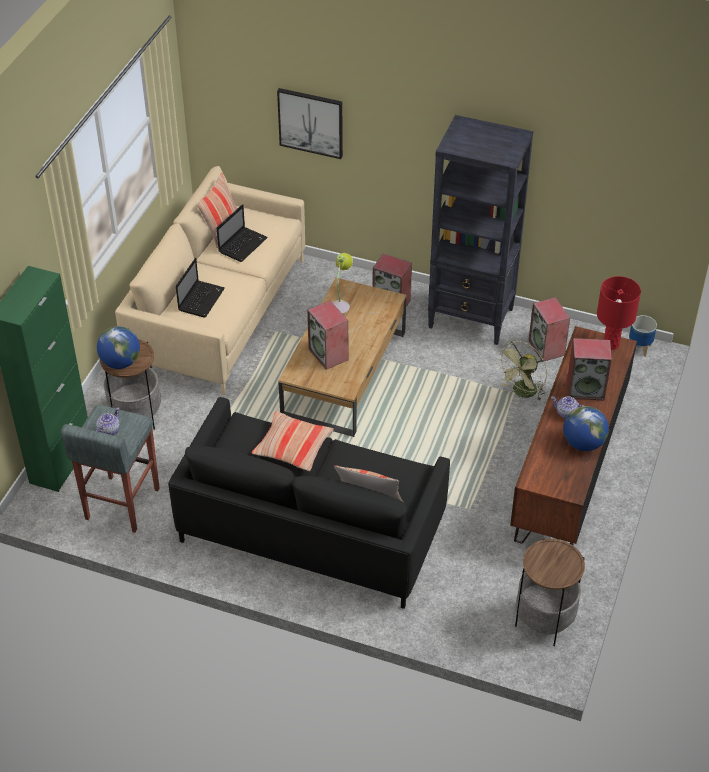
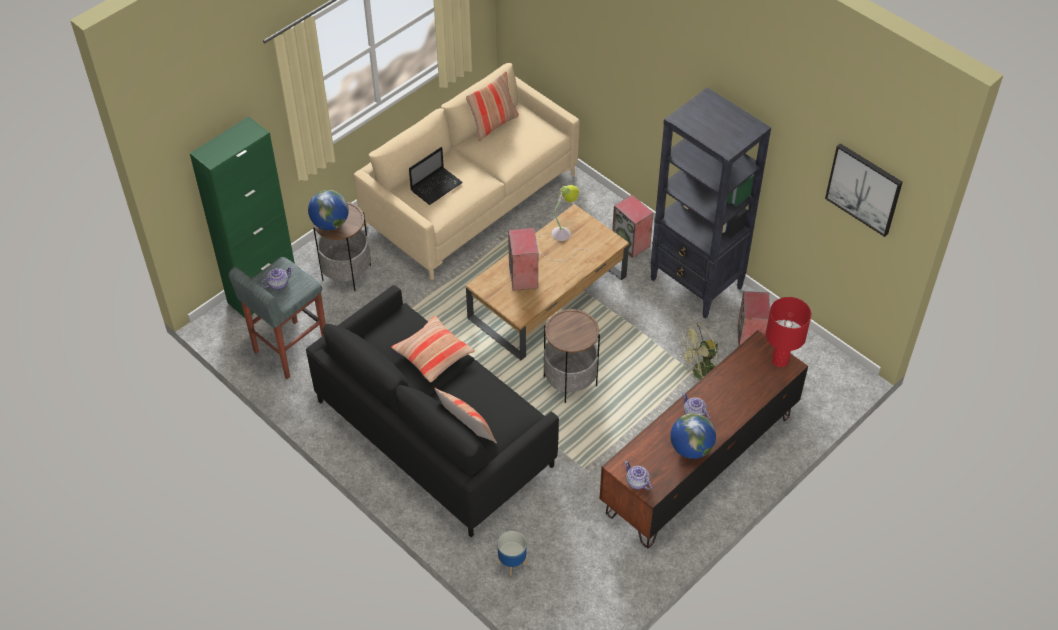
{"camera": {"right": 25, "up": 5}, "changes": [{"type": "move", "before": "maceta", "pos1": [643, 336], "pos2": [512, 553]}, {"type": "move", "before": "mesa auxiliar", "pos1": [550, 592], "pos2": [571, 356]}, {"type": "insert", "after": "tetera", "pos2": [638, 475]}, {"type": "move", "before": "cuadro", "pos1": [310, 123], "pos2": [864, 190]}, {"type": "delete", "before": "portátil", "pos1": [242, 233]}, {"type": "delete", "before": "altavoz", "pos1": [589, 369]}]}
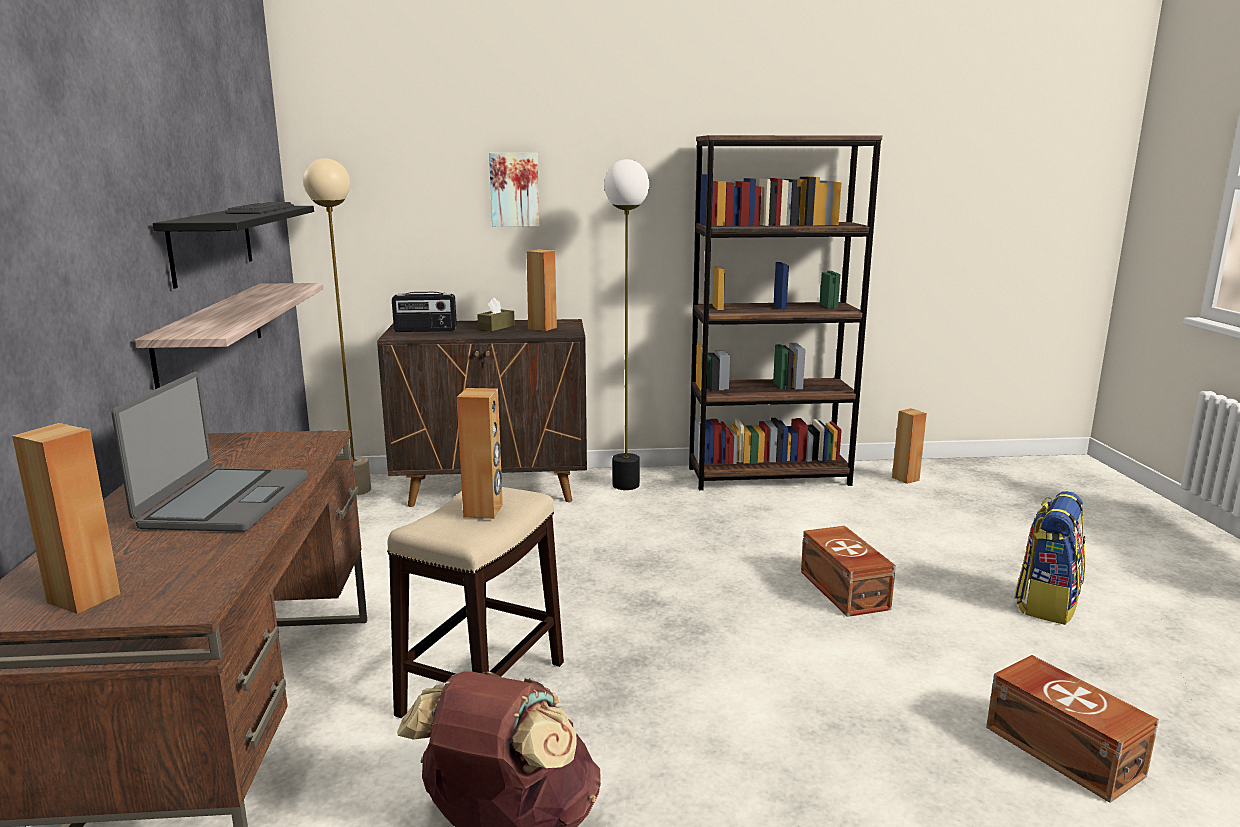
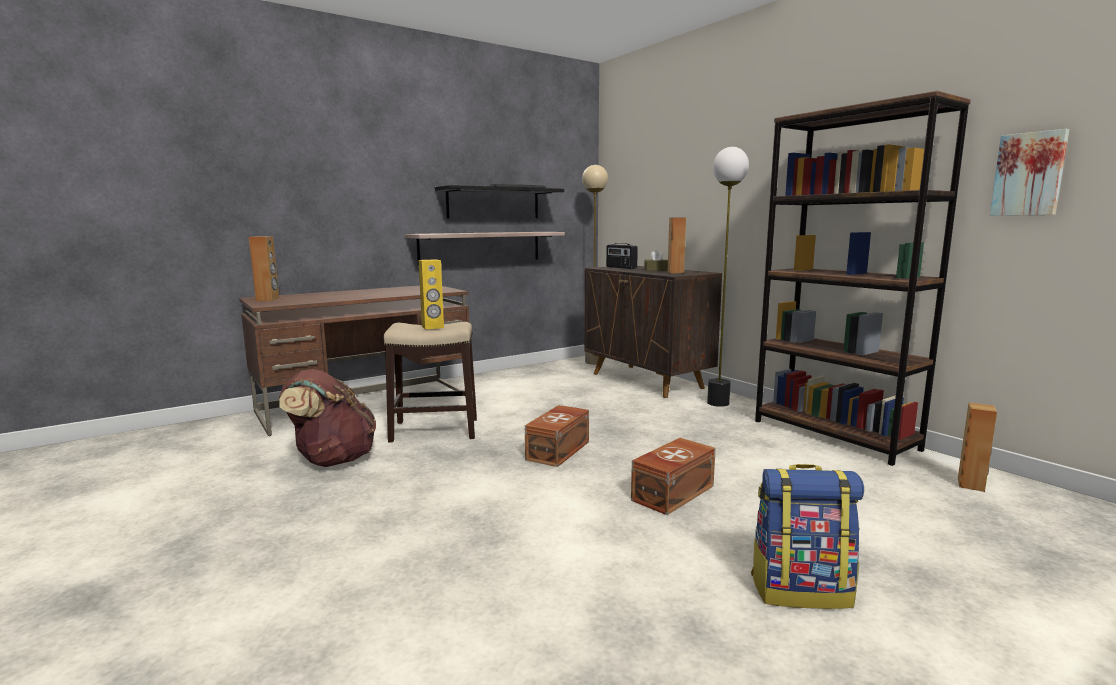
{"camera": {"right": 60, "up": -5}, "changes": [{"type": "recolor", "before": "altavoz [marrón]", "after": "altavoz [amarillo]", "pos1": [480, 453], "pos2": [431, 294]}, {"type": "move", "before": "caja de almacenaje [marrón]", "pos1": [1072, 729], "pos2": [557, 436]}, {"type": "move", "before": "cuadro", "pos1": [514, 190], "pos2": [1029, 172]}, {"type": "delete", "before": "portátil", "pos1": [209, 452]}]}
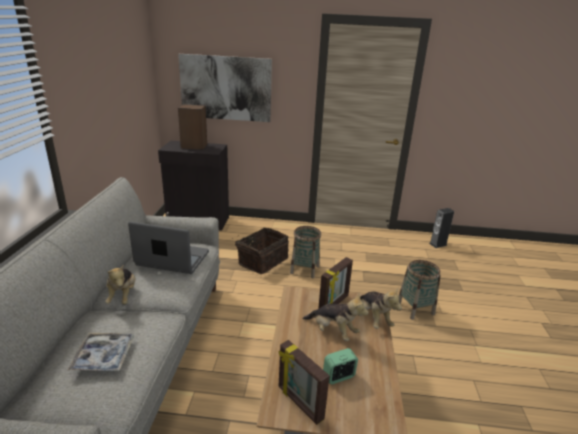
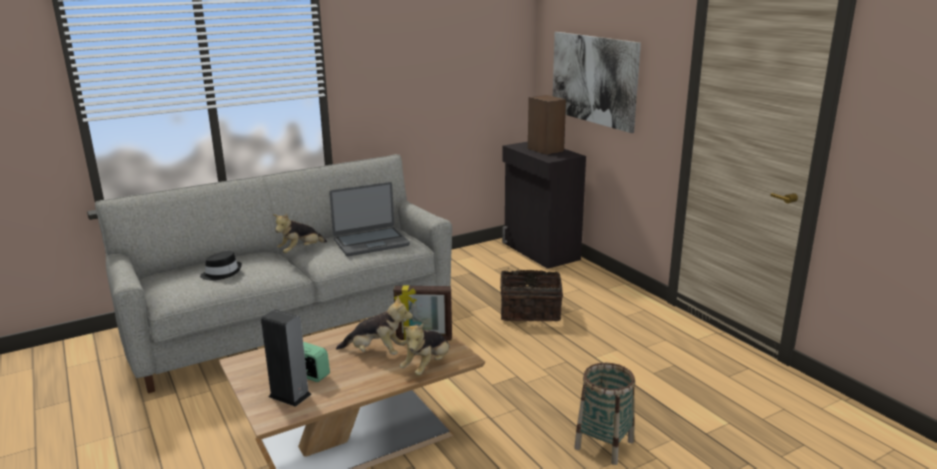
{"camera": {"right": 55, "up": -5}, "changes": [{"type": "replace", "before": "bandeja", "after": "sombrero [negro]", "pos1": [100, 352], "pos2": [221, 266]}, {"type": "move", "before": "altavoz", "pos1": [441, 228], "pos2": [286, 358]}, {"type": "rotate", "before": "portátil", "pos1": [168, 248], "pos2": [369, 219], "turn": 90}, {"type": "rotate", "before": "peluche", "pos1": [335, 317], "pos2": [374, 325], "turn": -75}, {"type": "delete", "before": "portarretratos", "pos1": [304, 382]}, {"type": "delete", "before": "cesta", "pos1": [305, 252]}]}
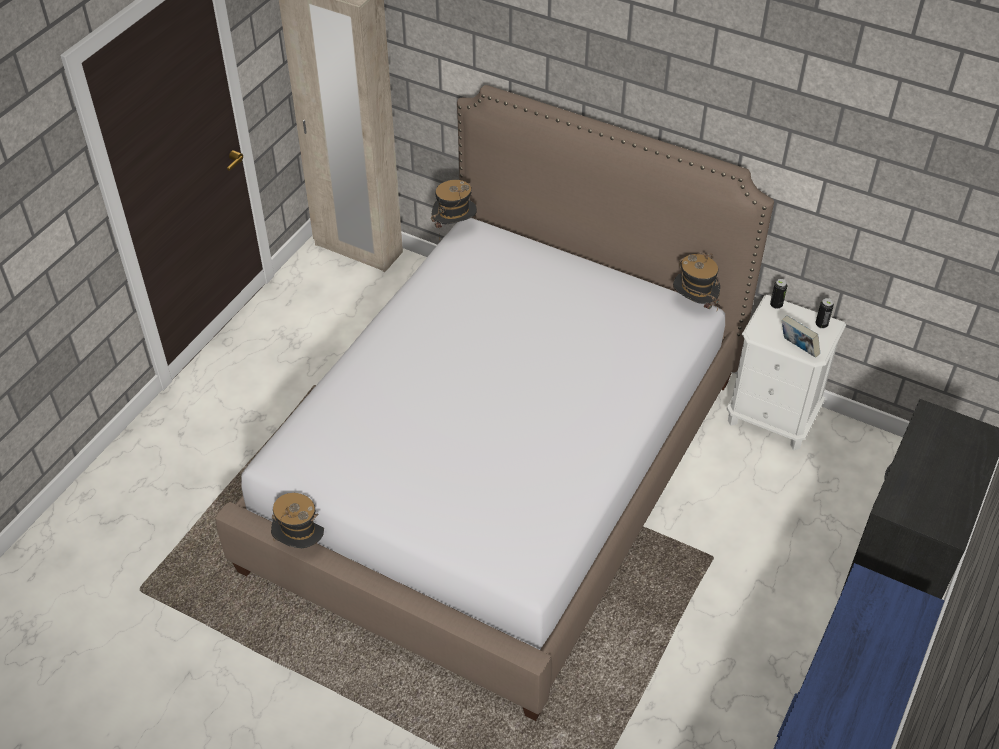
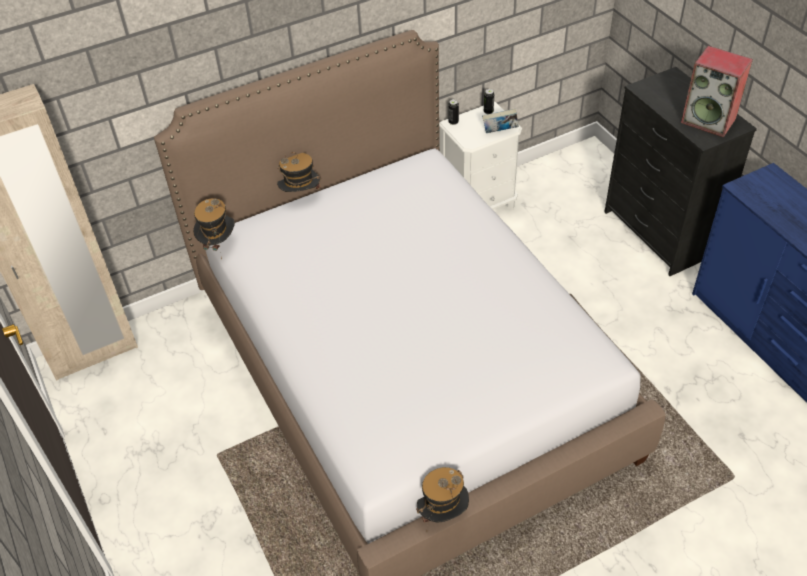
{"camera": {"right": -55, "up": 0}, "changes": [{"type": "move", "before": "sombrero", "pos1": [696, 281], "pos2": [299, 172]}, {"type": "insert", "after": "altavoz", "pos2": [717, 91]}]}
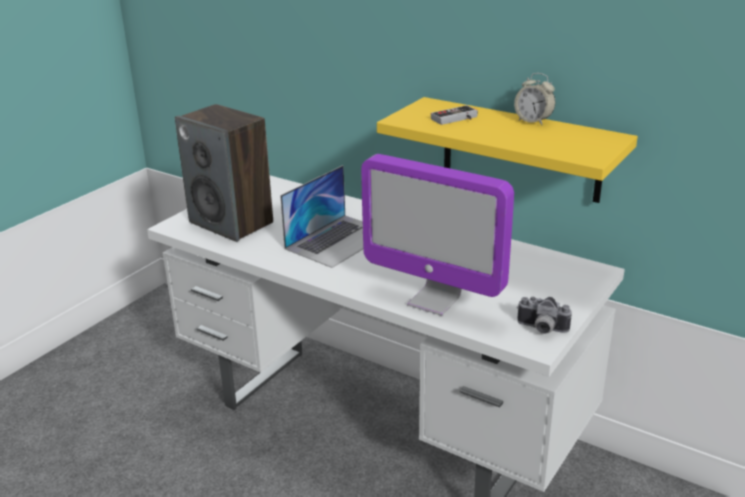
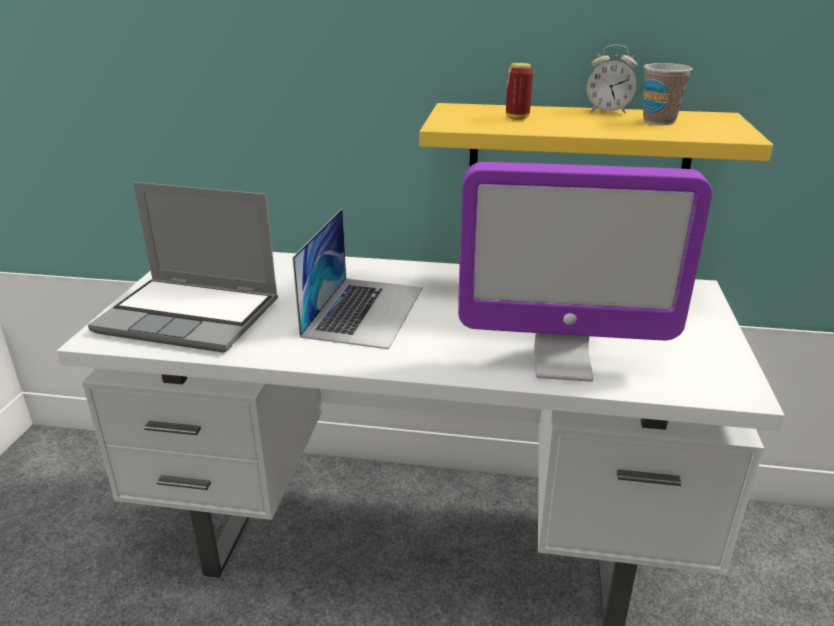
{"camera": {"right": -25, "up": 0}, "changes": [{"type": "replace", "before": "altavoz", "after": "portátil", "pos1": [224, 173], "pos2": [183, 267]}, {"type": "replace", "before": "mando de consola", "after": "lata", "pos1": [454, 115], "pos2": [519, 91]}, {"type": "insert", "after": "taza", "pos2": [667, 94]}, {"type": "delete", "before": "cámara", "pos1": [544, 315]}]}
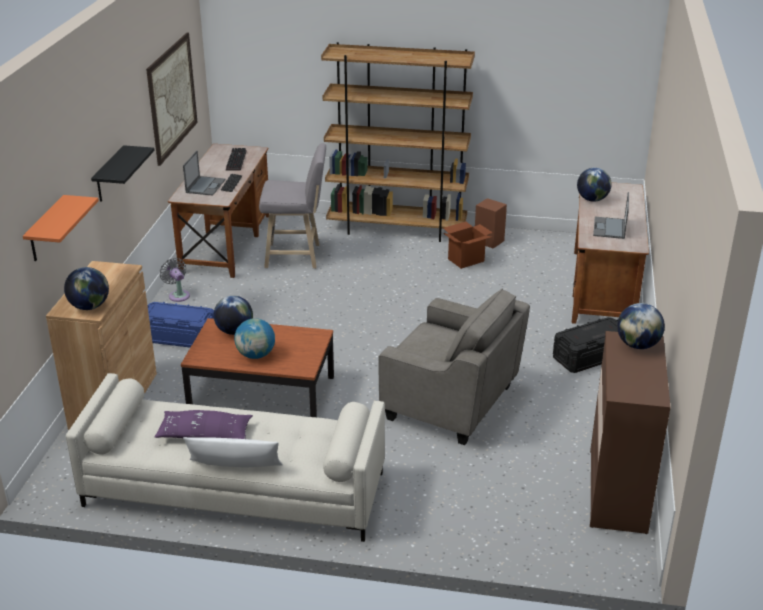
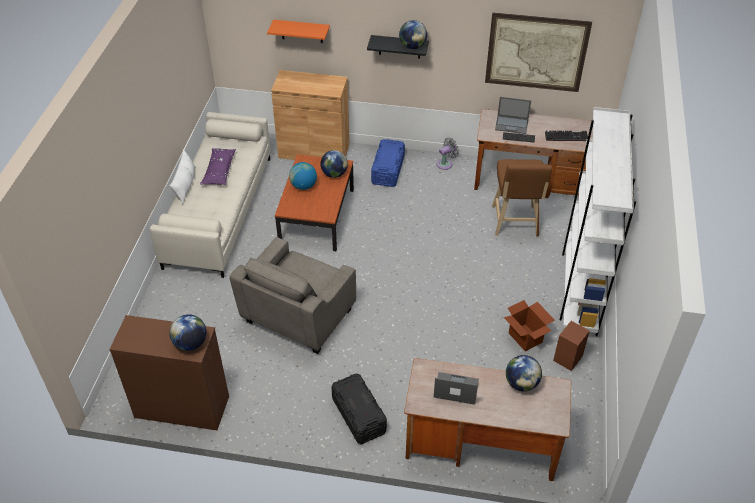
{"camera": {"right": 90, "up": 15}, "changes": [{"type": "move", "before": "globo terráqueo", "pos1": [86, 288], "pos2": [413, 34]}, {"type": "recolor", "before": "taburete [gris]", "after": "taburete [marrón]", "pos1": [292, 206], "pos2": [522, 197]}, {"type": "recolor", "before": "estantería [marrón]", "after": "estantería [blanco]", "pos1": [398, 142], "pos2": [598, 222]}]}
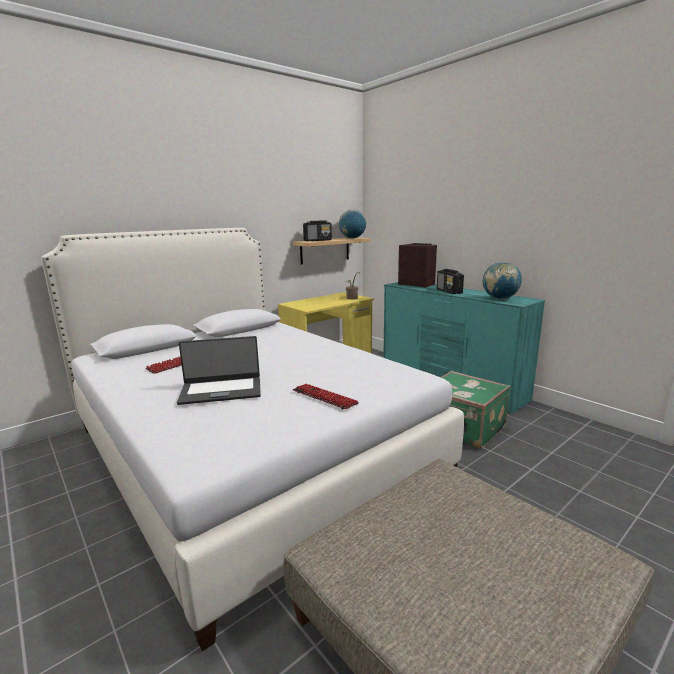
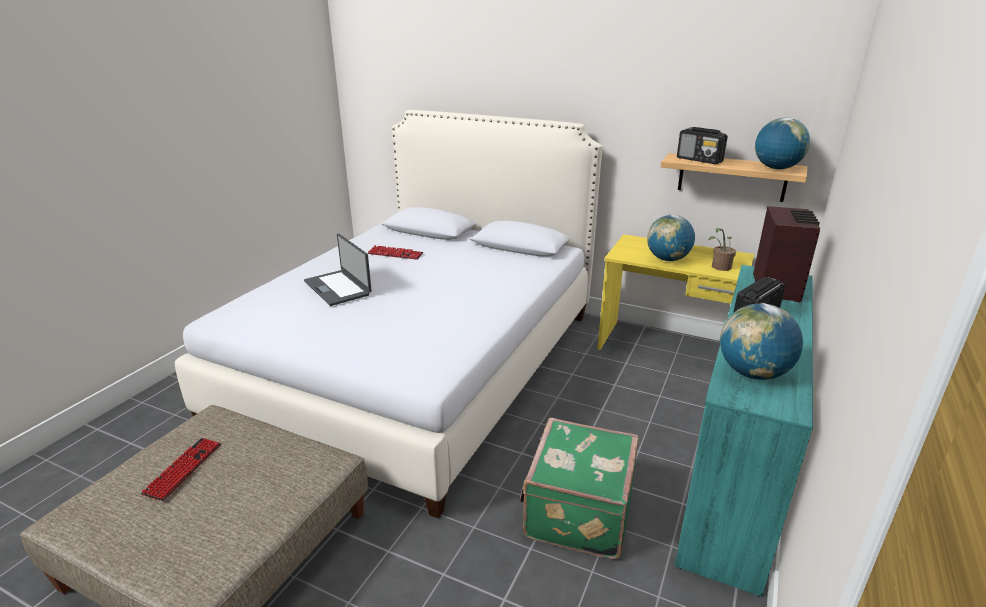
{"camera": {"right": 65, "up": 10}, "changes": [{"type": "move", "before": "teclado", "pos1": [326, 397], "pos2": [181, 469]}, {"type": "insert", "after": "globo terráqueo", "pos2": [671, 238]}]}
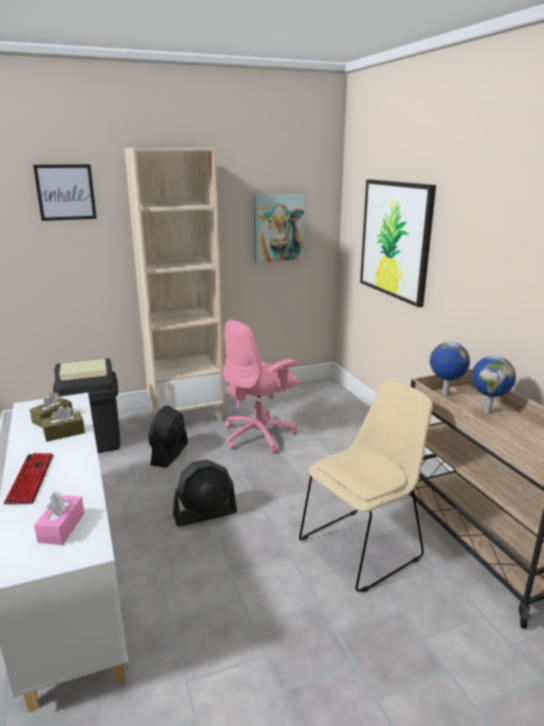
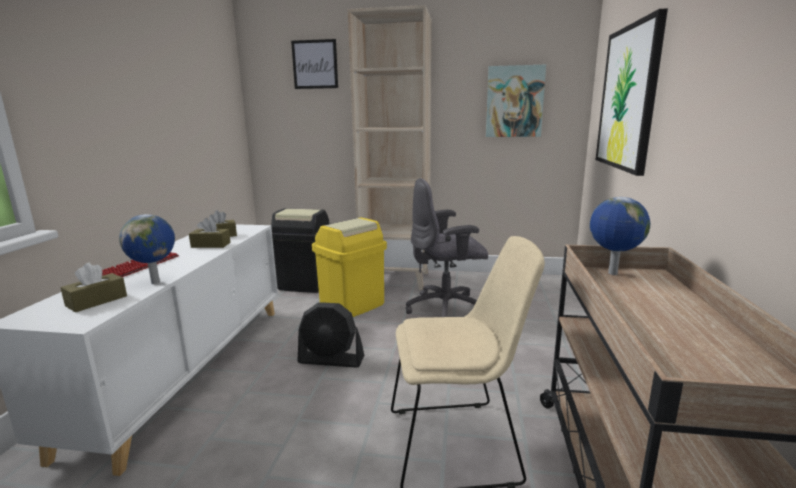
{"camera": {"right": 30, "up": -5}, "changes": [{"type": "recolor", "before": "caja de pañuelos [rosa]", "after": "caja de pañuelos [marrón]", "pos1": [59, 518], "pos2": [93, 287]}, {"type": "move", "before": "globo terráqueo", "pos1": [494, 385], "pos2": [147, 249]}, {"type": "replace", "before": "ventilador [negro]", "after": "papelera [amarillo]", "pos1": [168, 436], "pos2": [349, 267]}, {"type": "recolor", "before": "silla de oficina [rosa]", "after": "silla de oficina [gris]", "pos1": [261, 387], "pos2": [447, 247]}]}
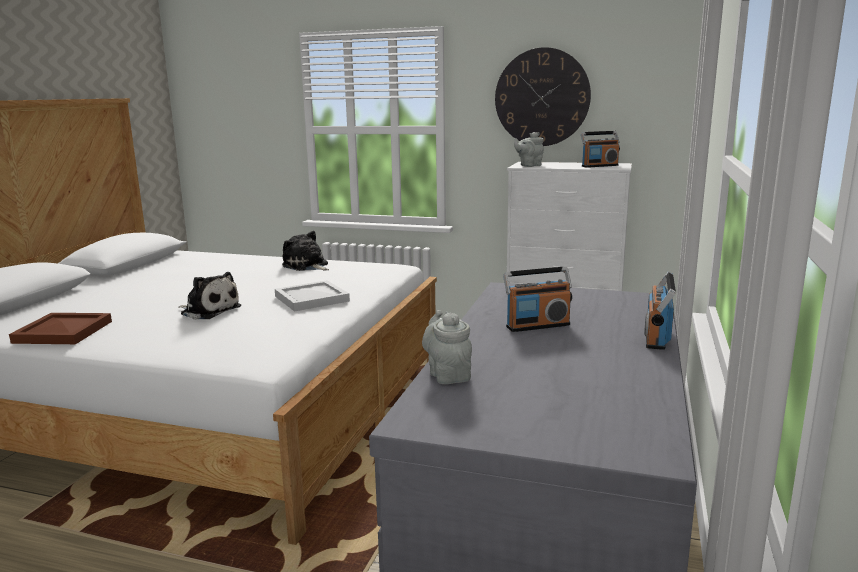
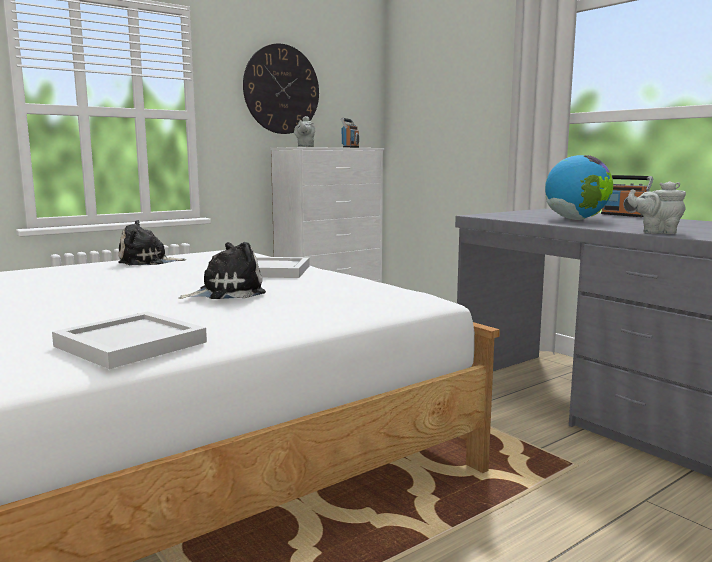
{"camera": {"right": -55, "up": -5}, "changes": [{"type": "recolor", "before": "bandeja [marrón]", "after": "bandeja [blanco]", "pos1": [60, 328], "pos2": [129, 340]}, {"type": "replace", "before": "radio", "after": "globo terráqueo", "pos1": [537, 299], "pos2": [579, 187]}]}
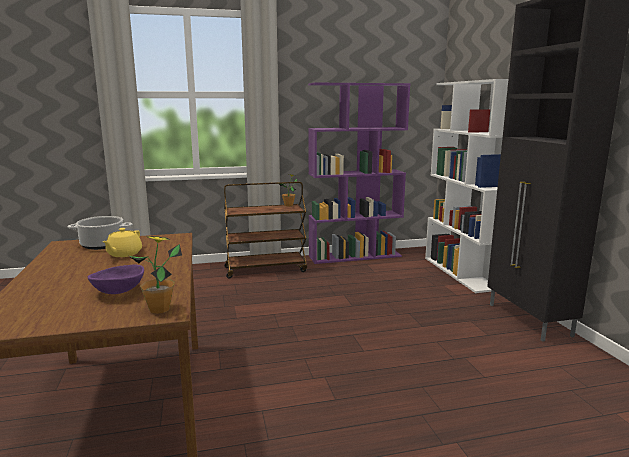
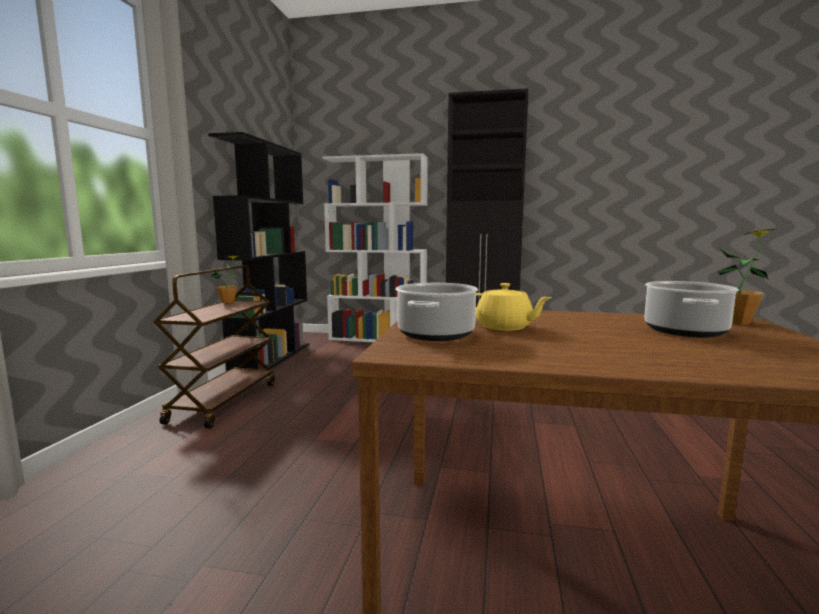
{"camera": {"right": -65, "up": -5}, "changes": [{"type": "recolor", "before": "estantería [morado]", "after": "estantería [negro]", "pos1": [359, 173], "pos2": [258, 251]}, {"type": "replace", "before": "cuenco [morado]", "after": "olla", "pos1": [116, 279], "pos2": [691, 309]}]}
